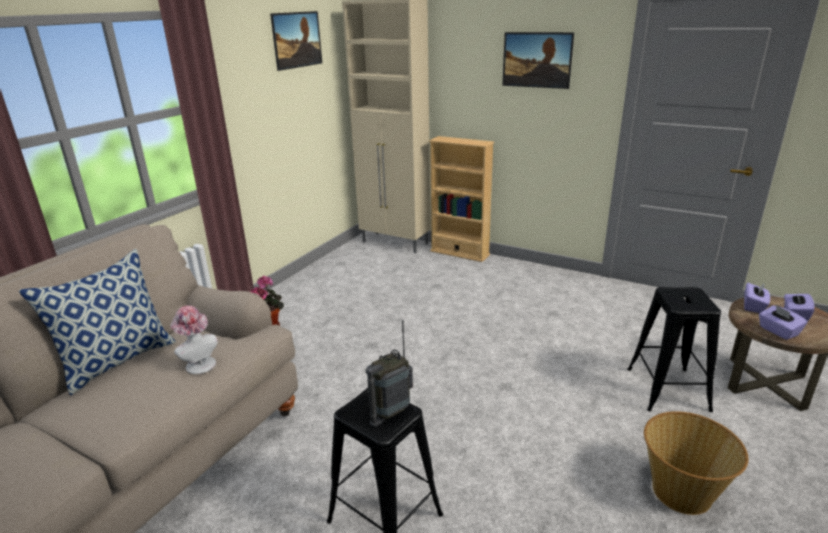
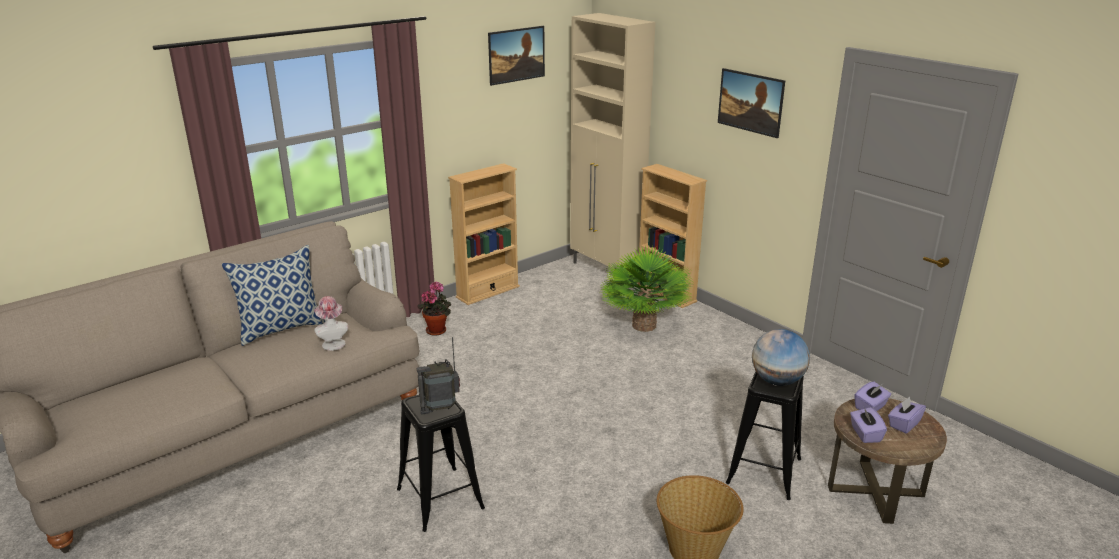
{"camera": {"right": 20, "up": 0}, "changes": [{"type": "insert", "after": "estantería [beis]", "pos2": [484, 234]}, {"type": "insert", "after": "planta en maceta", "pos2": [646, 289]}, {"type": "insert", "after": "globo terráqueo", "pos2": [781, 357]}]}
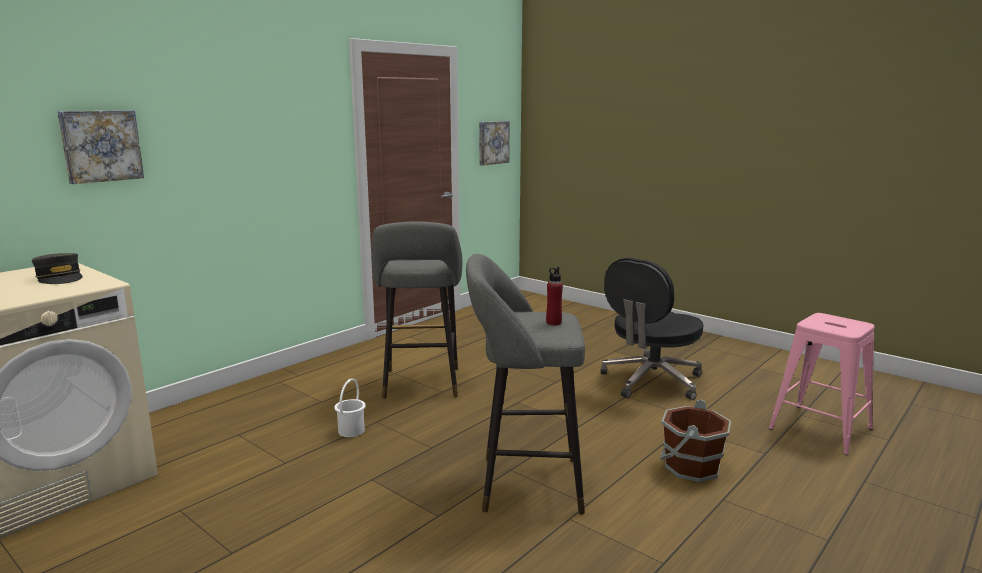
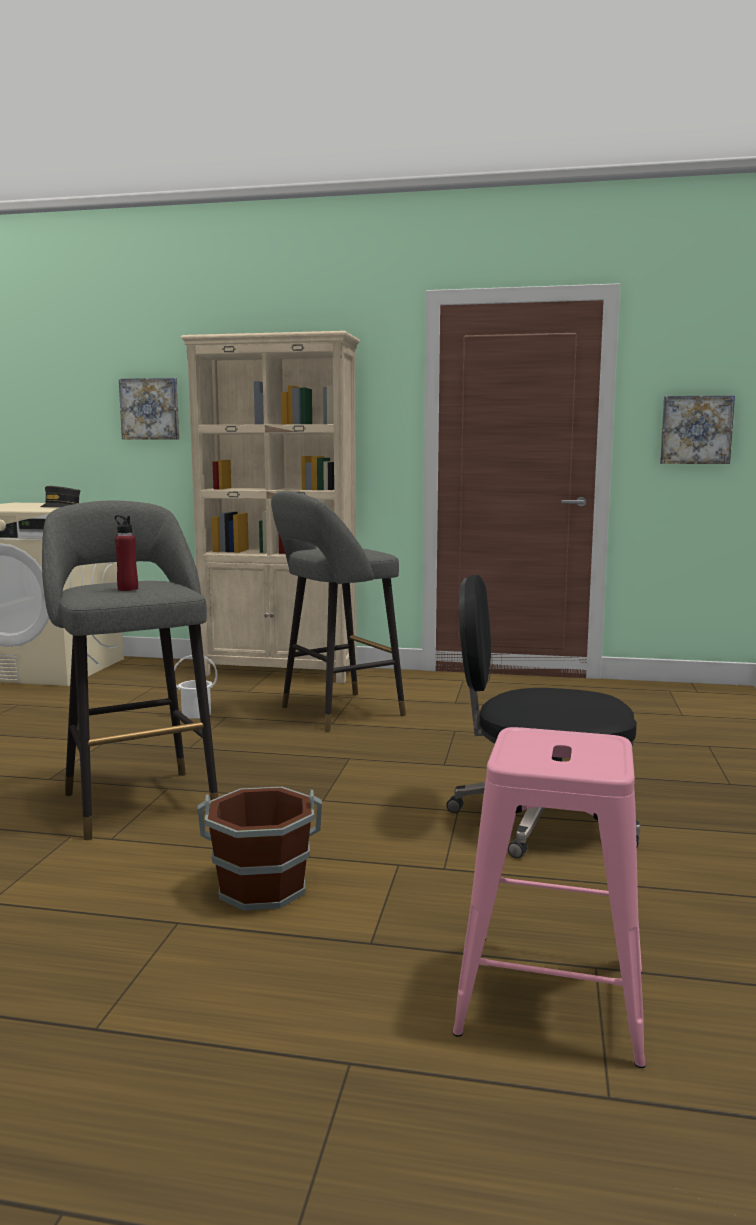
{"camera": {"right": 60, "up": -5}, "changes": [{"type": "insert", "after": "estantería [beis]", "pos2": [270, 507]}]}
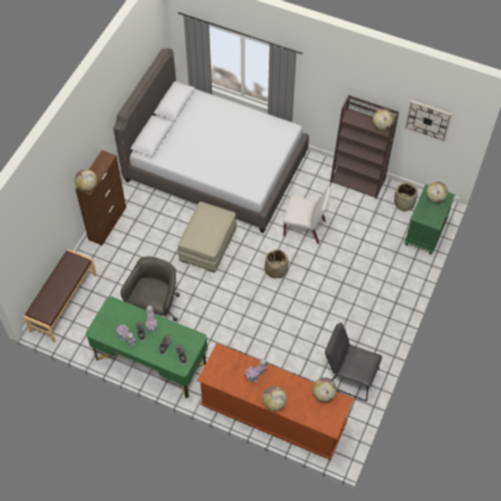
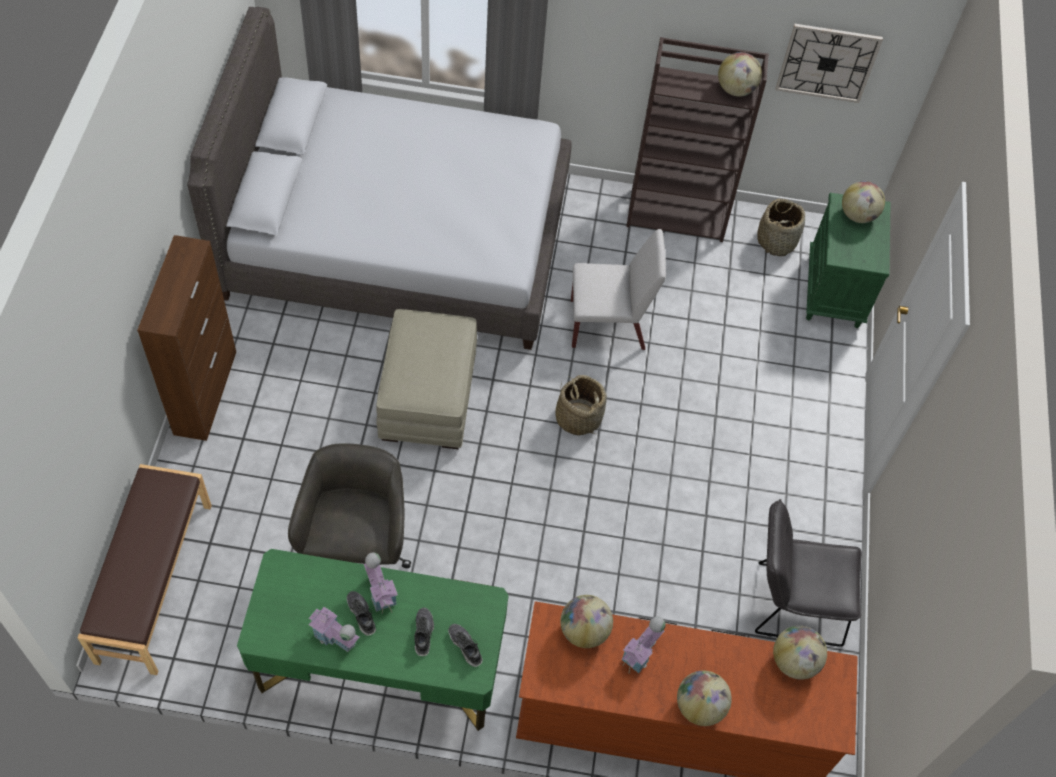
{"camera": {"right": -20, "up": 0}, "changes": [{"type": "move", "before": "globo terráqueo", "pos1": [86, 180], "pos2": [586, 621]}]}
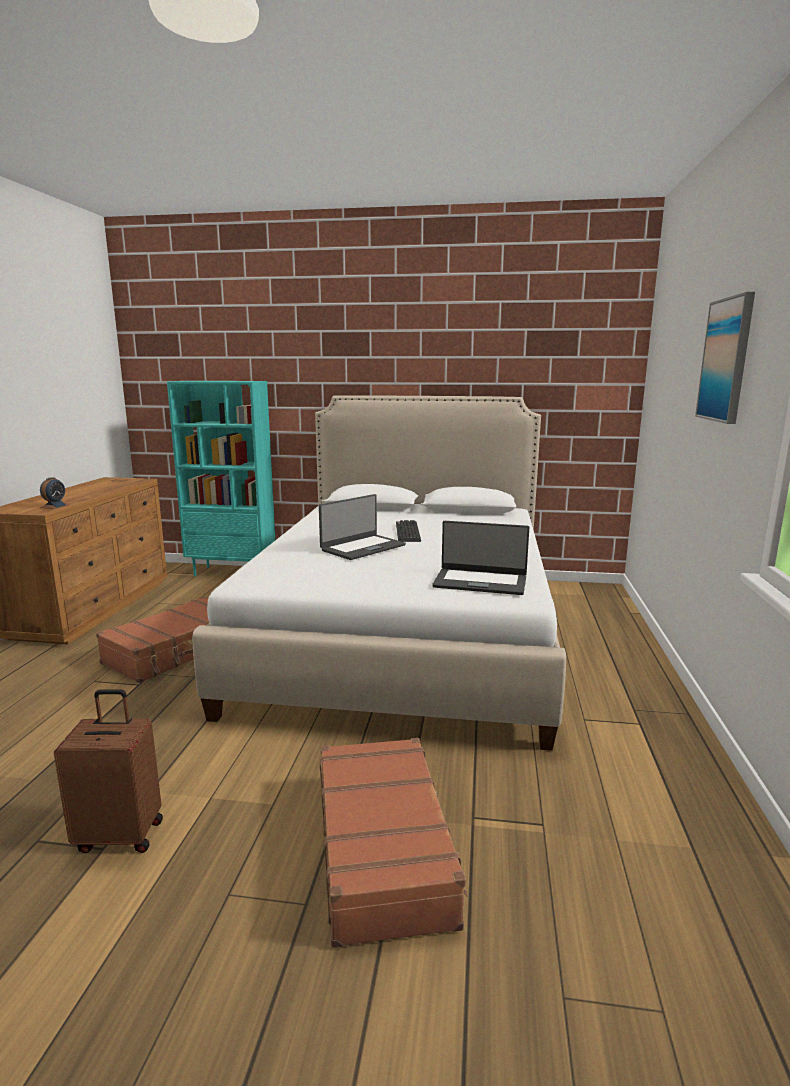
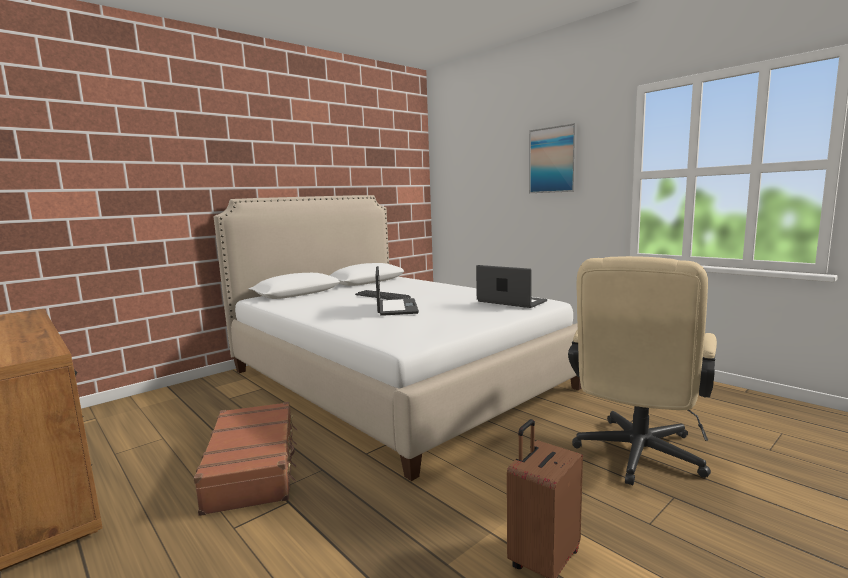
{"camera": {"right": -50, "up": -5}, "changes": [{"type": "rotate", "before": "portátil", "pos1": [480, 558], "pos2": [511, 286], "turn": -105}, {"type": "replace", "before": "maleta [marrón]", "after": "silla de oficina [beis]", "pos1": [394, 843], "pos2": [642, 370]}, {"type": "delete", "before": "despertador", "pos1": [54, 493]}, {"type": "delete", "before": "estantería [turquesa]", "pos1": [221, 479]}]}
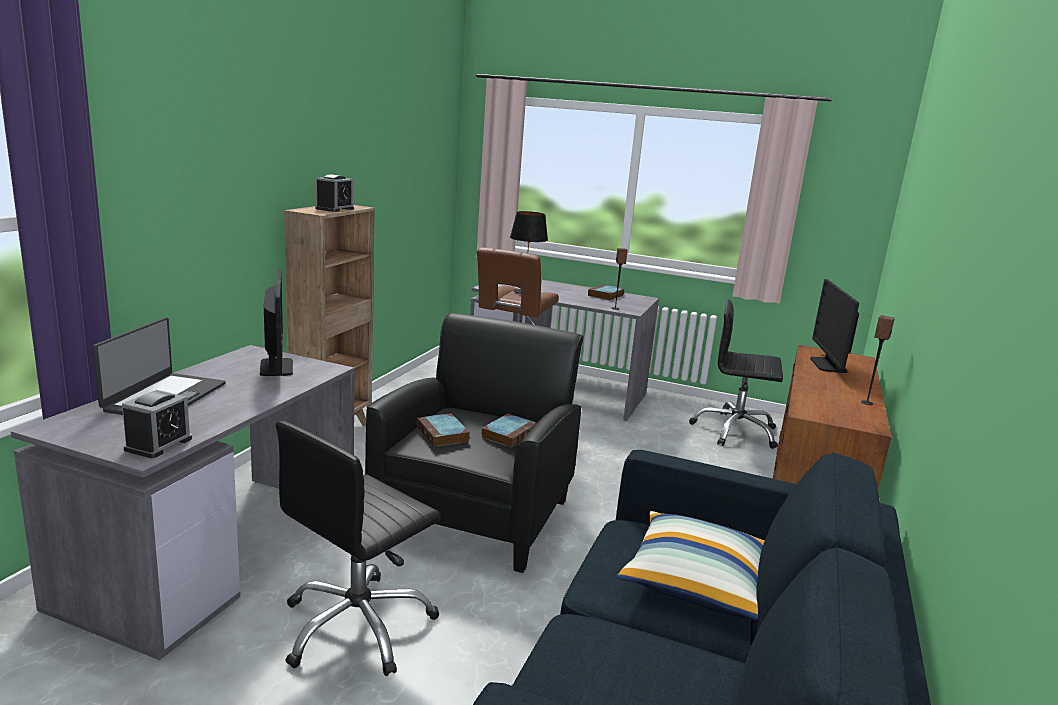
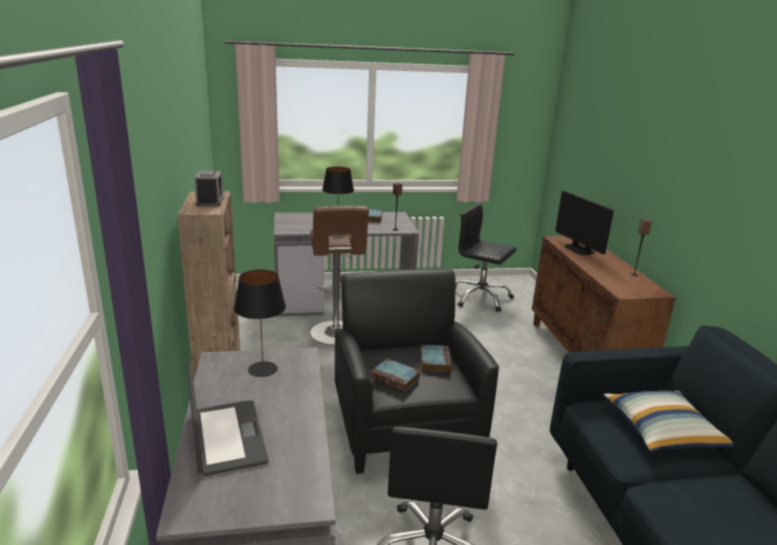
{"camera": {"right": -30, "up": 5}, "changes": [{"type": "replace", "before": "monitor", "after": "lámpara de mesa [negro]", "pos1": [276, 322], "pos2": [260, 323]}, {"type": "rotate", "before": "silla de oficina [negro]", "pos1": [736, 374], "pos2": [485, 257], "turn": 45}, {"type": "delete", "before": "despertador", "pos1": [157, 424]}]}
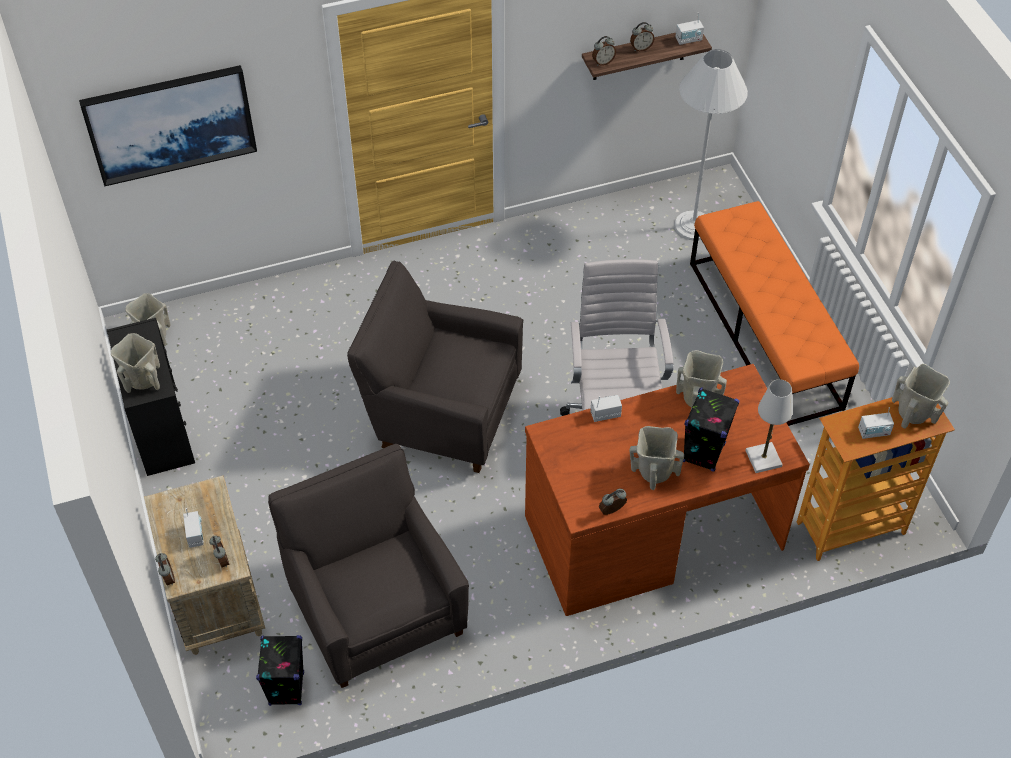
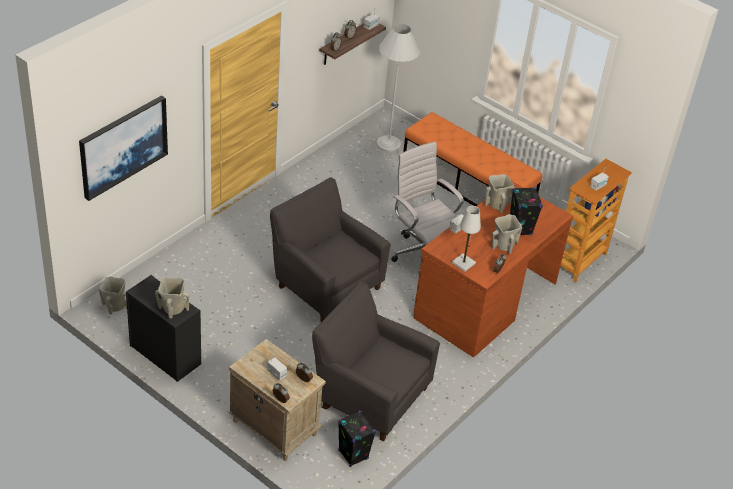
{"camera": {"right": -35, "up": -10}, "changes": [{"type": "rotate", "before": "sillón [gris]", "pos1": [435, 367], "pos2": [330, 249], "turn": 60}, {"type": "move", "before": "lámpara de mesa [blanco]", "pos1": [769, 426], "pos2": [466, 239]}, {"type": "delete", "before": "florero [beis]", "pos1": [921, 396]}]}
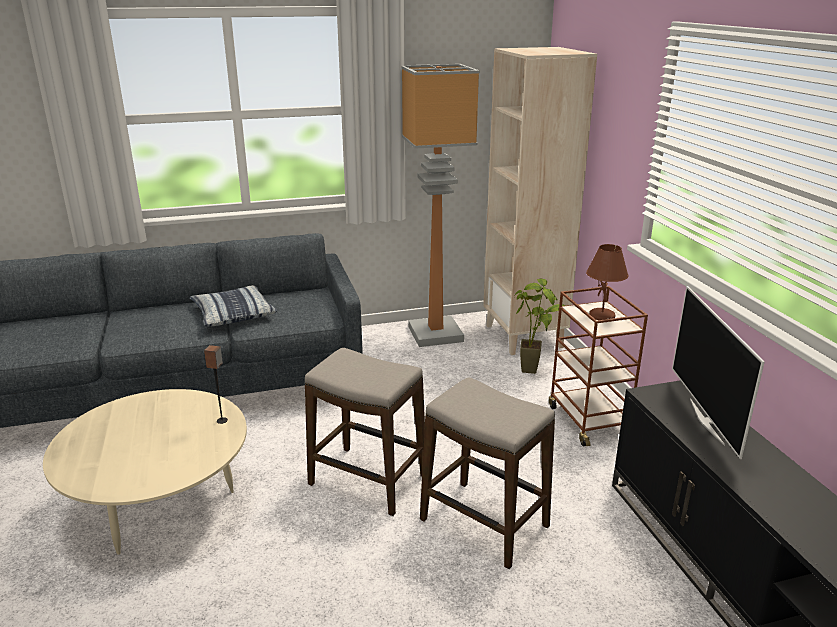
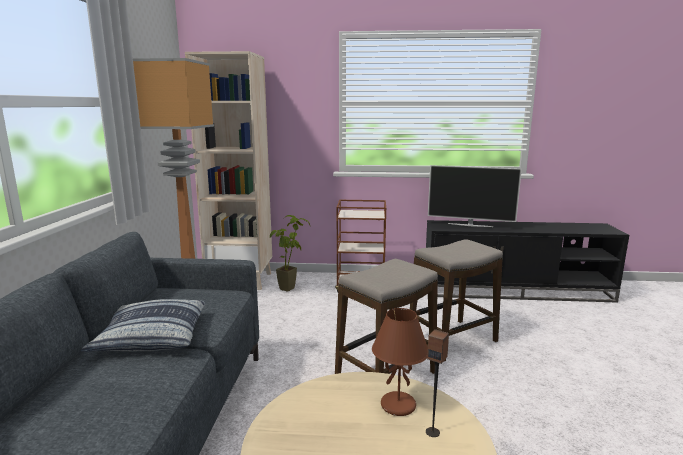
{"camera": {"right": -70, "up": -10}, "changes": [{"type": "move", "before": "lámpara de mesa [marrón]", "pos1": [607, 282], "pos2": [400, 362]}, {"type": "move", "before": "altavoz", "pos1": [216, 384], "pos2": [437, 383]}]}
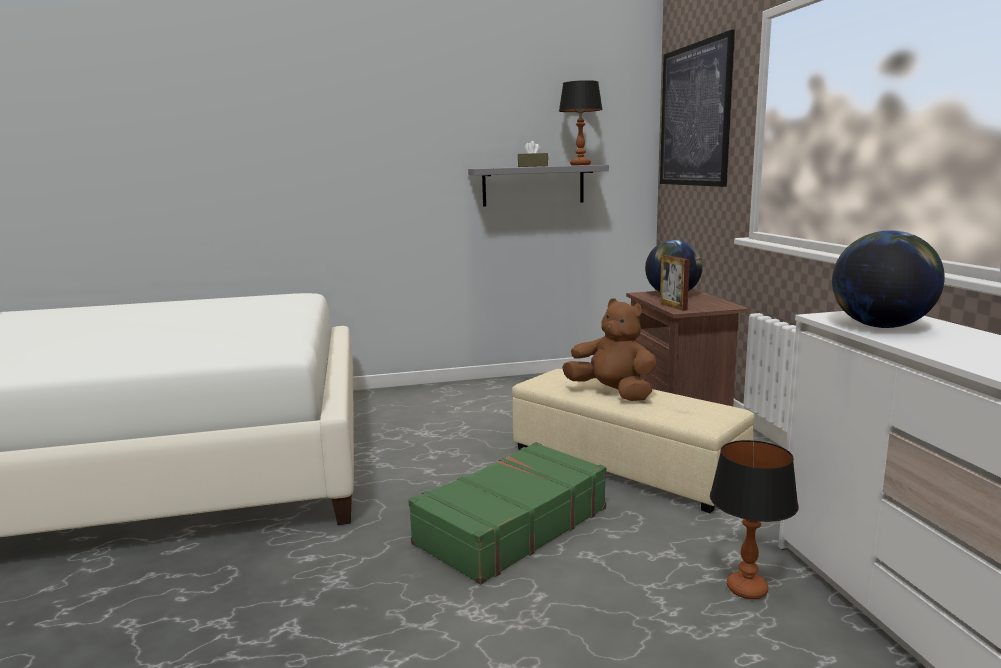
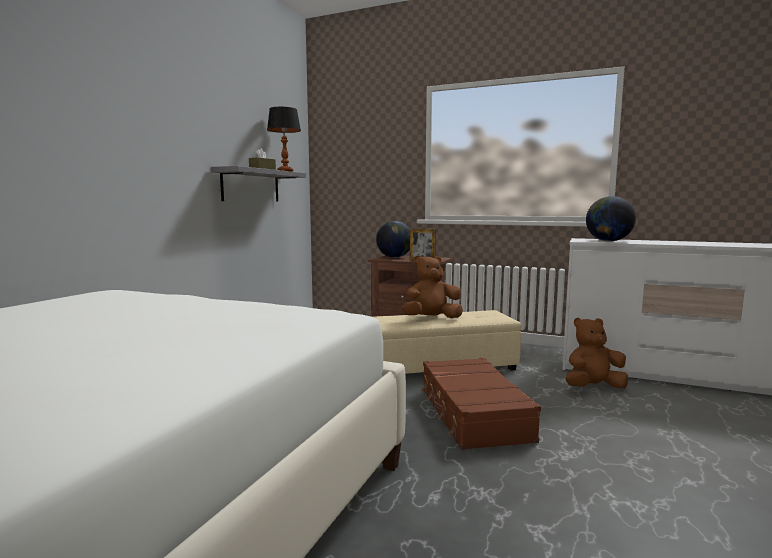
{"camera": {"right": -55, "up": -5}, "changes": [{"type": "recolor", "before": "maleta [verde]", "after": "maleta [marrón]", "pos1": [507, 513], "pos2": [481, 404]}, {"type": "replace", "before": "lámpara de mesa", "after": "peluche [marrón]", "pos1": [754, 519], "pos2": [597, 352]}, {"type": "delete", "before": "cuadro", "pos1": [697, 108]}]}
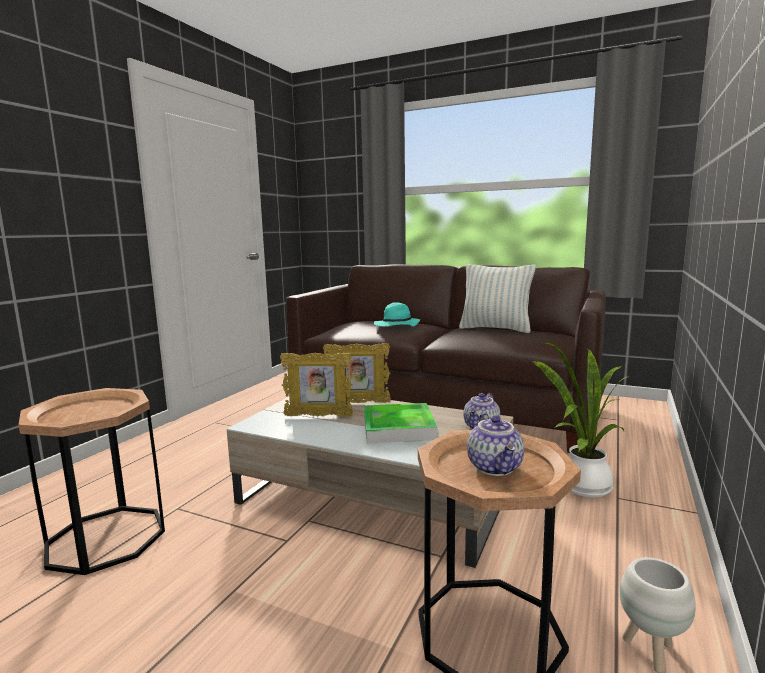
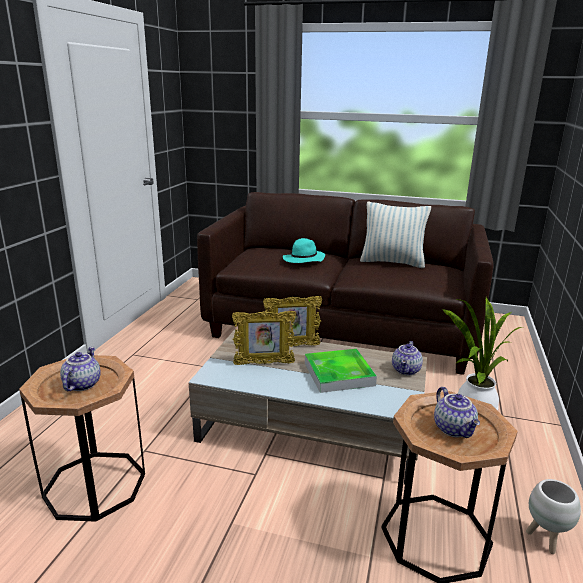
{"camera": {"right": -10, "up": 10}, "changes": [{"type": "insert", "after": "tetera", "pos2": [80, 369]}]}
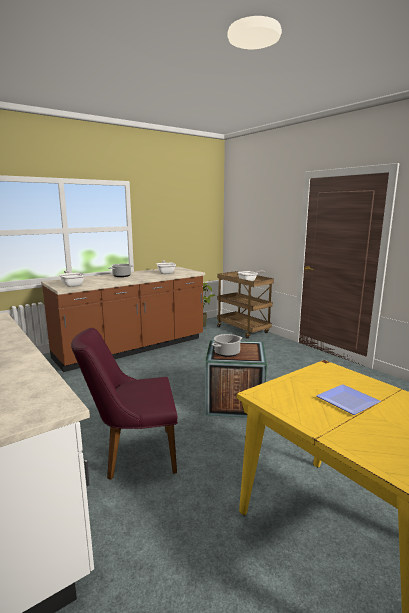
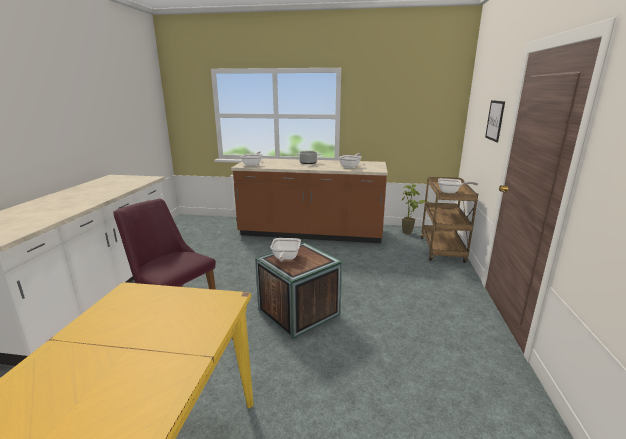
{"camera": {"right": 45, "up": 5}, "changes": [{"type": "replace", "before": "olla", "after": "sartén", "pos1": [227, 345], "pos2": [285, 250]}, {"type": "insert", "after": "cuadro", "pos2": [495, 121]}, {"type": "delete", "before": "plato", "pos1": [348, 399]}]}
